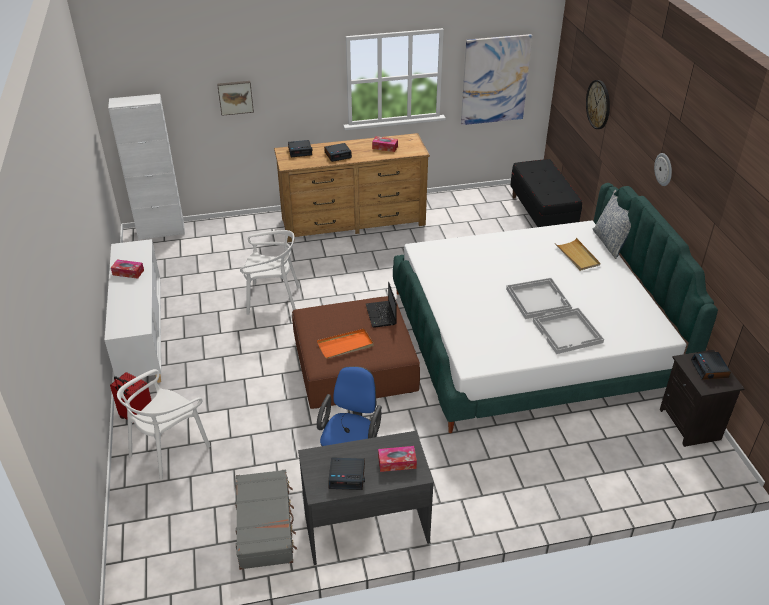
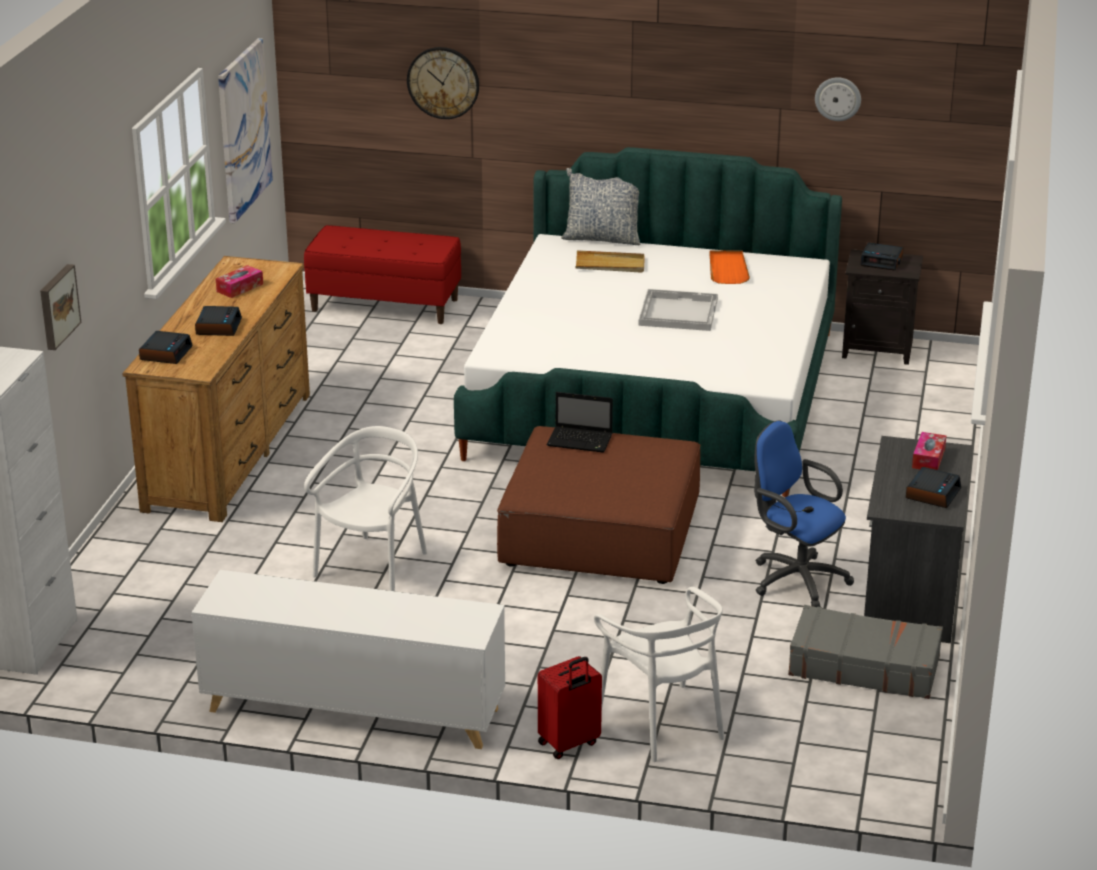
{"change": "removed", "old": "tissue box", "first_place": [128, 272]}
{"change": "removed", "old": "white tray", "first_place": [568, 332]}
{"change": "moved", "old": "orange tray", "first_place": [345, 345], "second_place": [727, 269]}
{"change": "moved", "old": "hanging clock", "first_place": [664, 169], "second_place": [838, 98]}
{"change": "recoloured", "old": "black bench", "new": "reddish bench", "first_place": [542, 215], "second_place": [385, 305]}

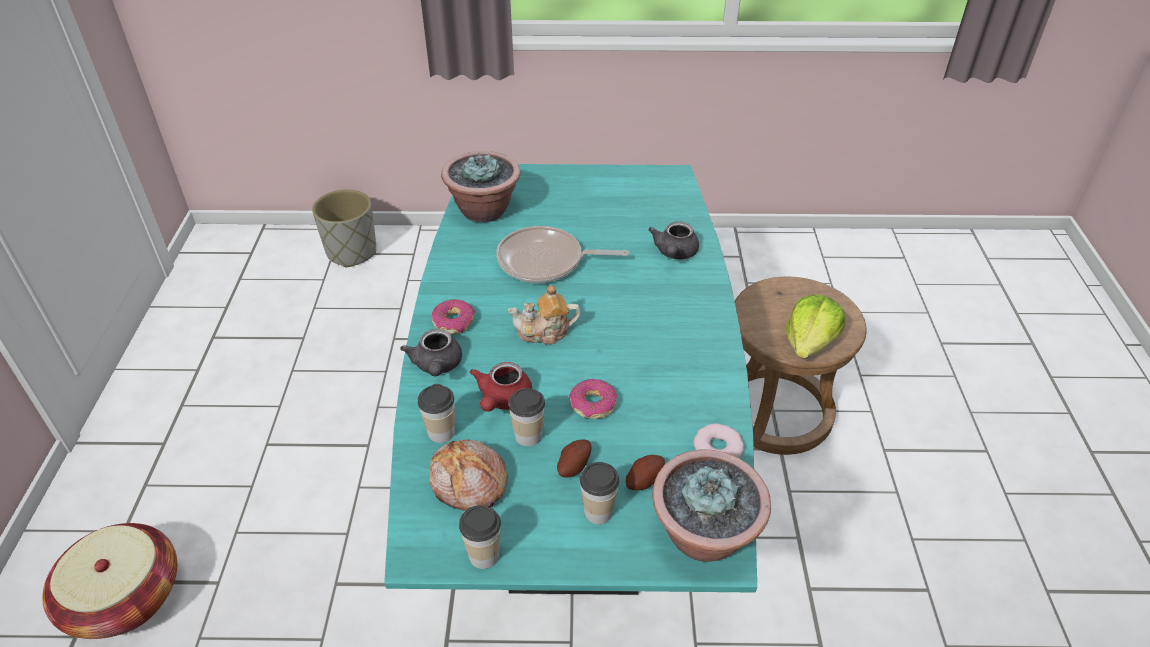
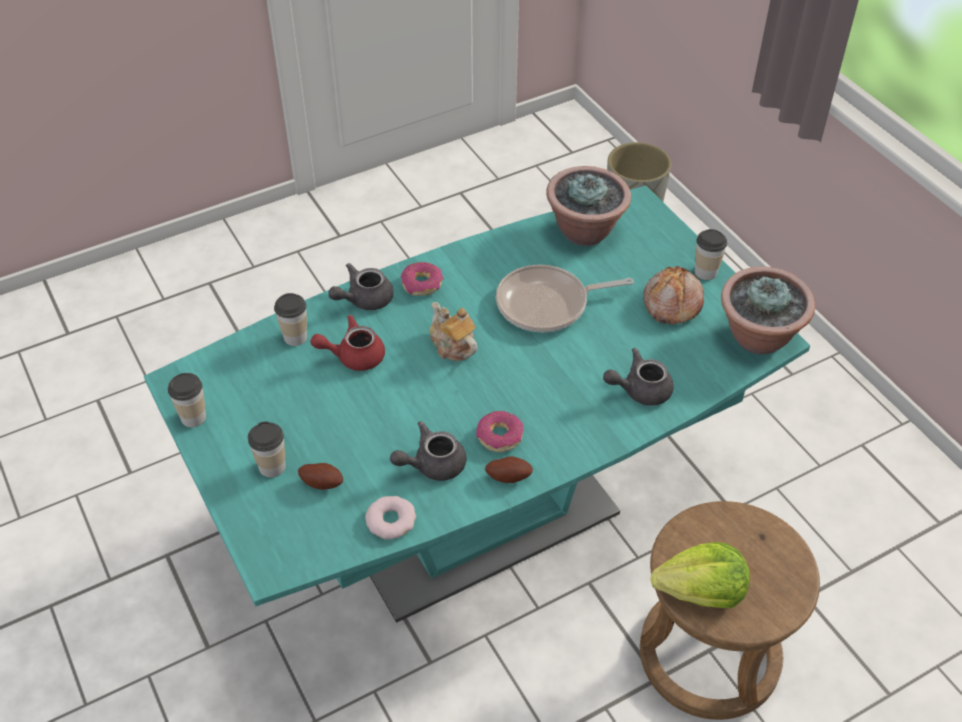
{"change": "removed", "old": "household basket", "first_place": [125, 598]}
{"change": "added", "new": "gray pot for tea", "second_place": [432, 465]}
{"change": "moved", "old": "bakery bread", "first_place": [467, 484], "second_place": [671, 304]}
{"change": "moved", "old": "cup", "first_place": [528, 436], "second_place": [705, 272]}
{"change": "moved", "old": "spud", "first_place": [573, 466], "second_place": [508, 476]}
{"change": "moved", "old": "ring doughnut", "first_place": [592, 404], "second_place": [499, 436]}
{"change": "moved", "old": "plant in a pot", "first_place": [704, 537], "second_place": [758, 338]}
{"change": "turned", "old": "skillet", "first_place": [545, 261], "second_place": [547, 304], "degrees": -75}

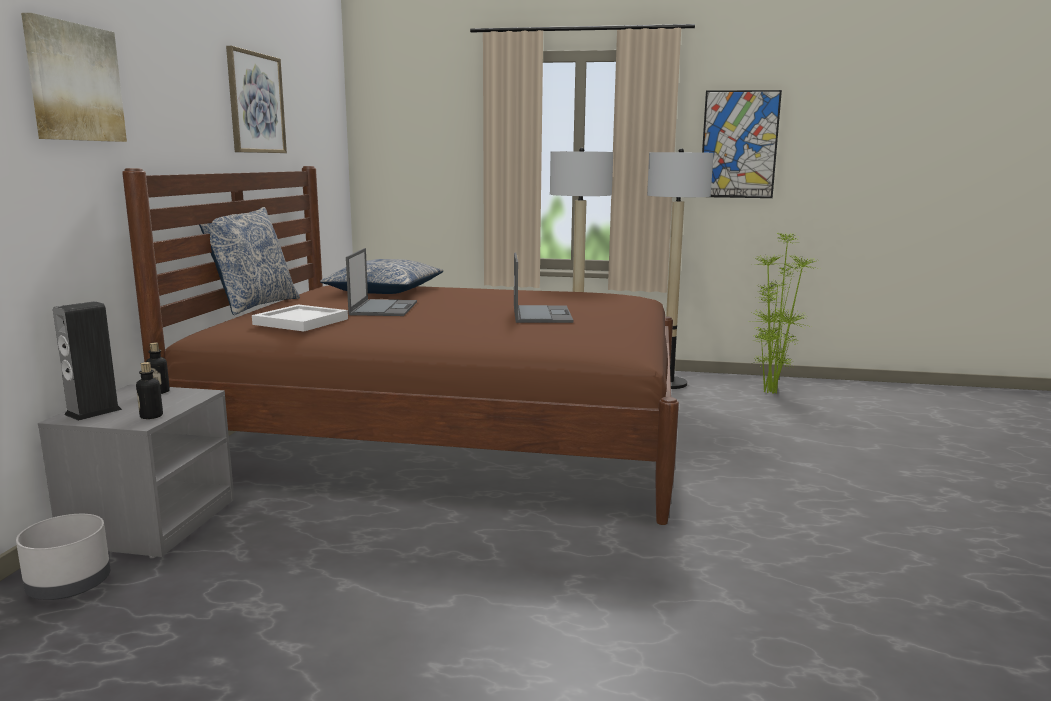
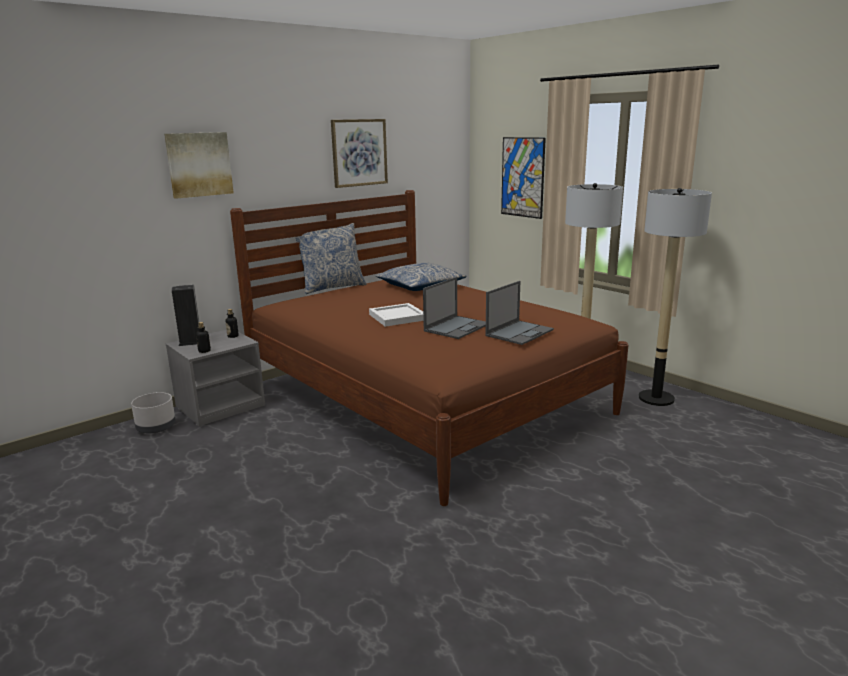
{"change": "removed", "old": "plant in a pot", "first_place": [771, 393]}
{"change": "moved", "old": "white tray", "first_place": [299, 322], "second_place": [396, 317]}
{"change": "moved", "old": "portable computer", "first_place": [383, 308], "second_place": [519, 332]}
{"change": "moved", "old": "wall art", "first_place": [739, 144], "second_place": [522, 177]}

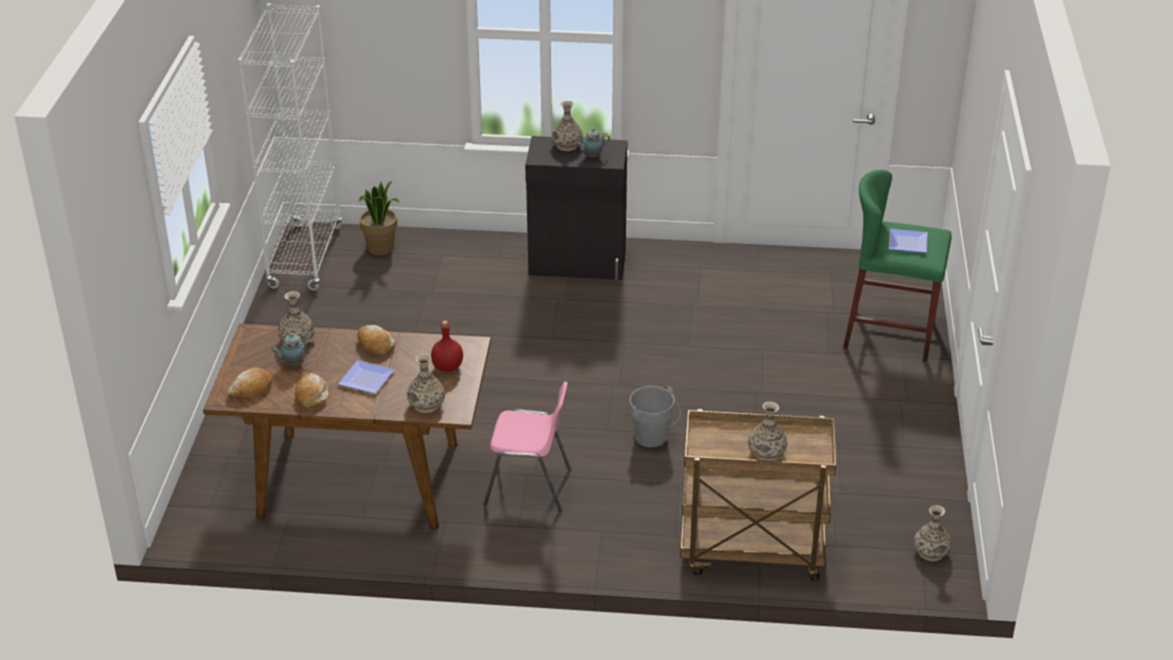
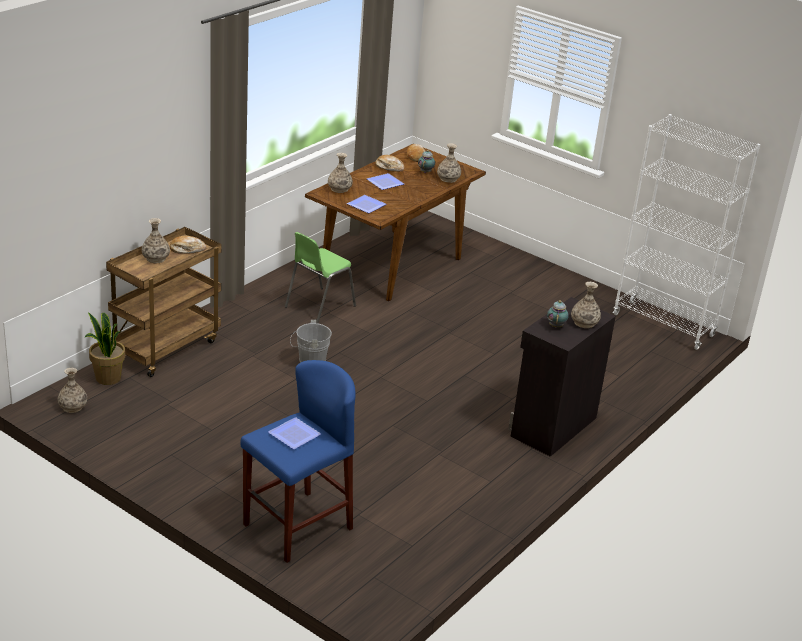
{"change": "moved", "old": "bakery bread", "first_place": [375, 344], "second_place": [187, 249]}
{"change": "moved", "old": "plant in a pot", "first_place": [381, 248], "second_place": [107, 378]}
{"change": "replaced", "old": "reddish beverage bottle", "new": "plate", "first_place": [447, 367], "second_place": [366, 205]}
{"change": "recoloured", "old": "pink upright chair", "new": "greenish upright chair", "first_place": [529, 487], "second_place": [319, 306]}
{"change": "recoloured", "old": "greenish sitting stool", "new": "blue-coloured sitting stool", "first_place": [889, 334], "second_place": [297, 526]}

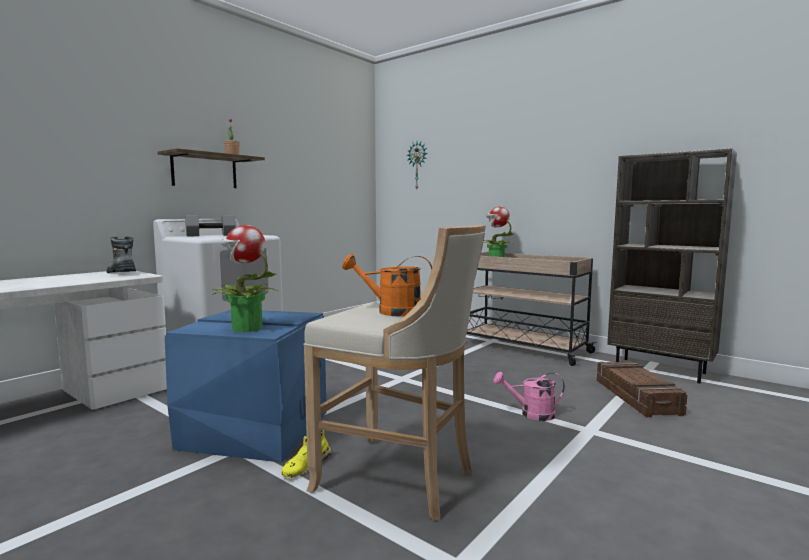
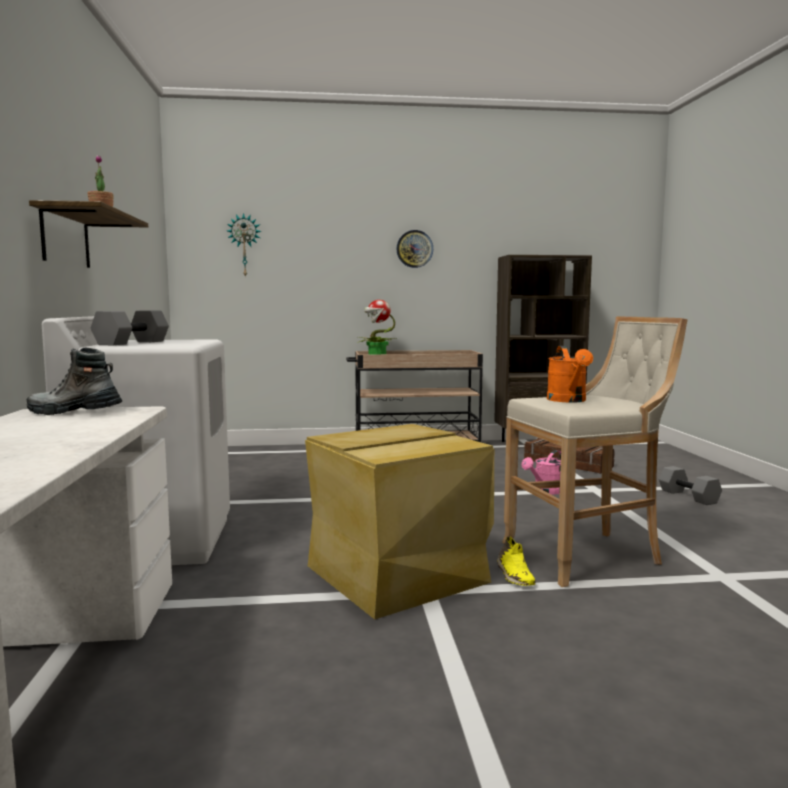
{"change": "removed", "old": "plant in a pot", "first_place": [246, 328]}
{"change": "added", "new": "hanging clock", "second_place": [414, 249]}
{"change": "added", "new": "gray hand weight", "second_place": [689, 496]}
{"change": "recoloured", "old": "blue-coloured storage container", "new": "beige-coloured storage container", "first_place": [256, 430], "second_place": [399, 574]}
{"change": "turned", "old": "orange watering pot", "first_place": [391, 311], "second_place": [569, 400], "degrees": -60}

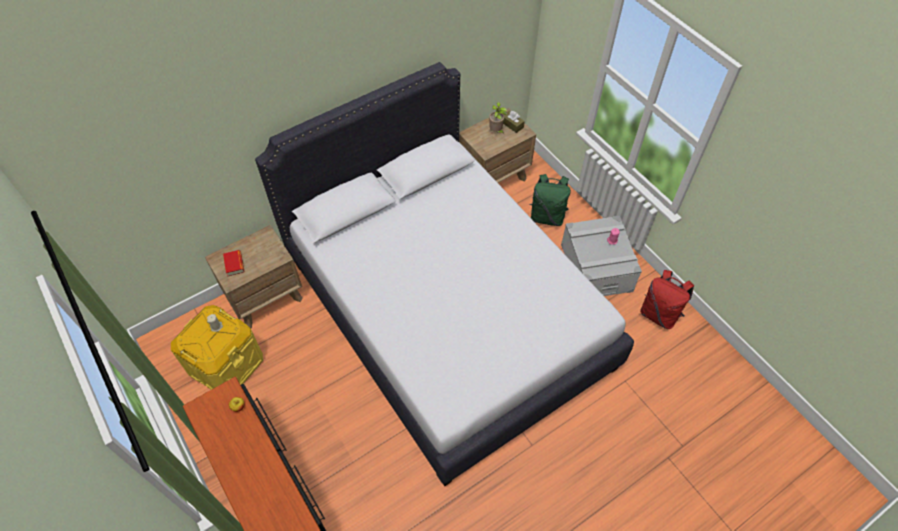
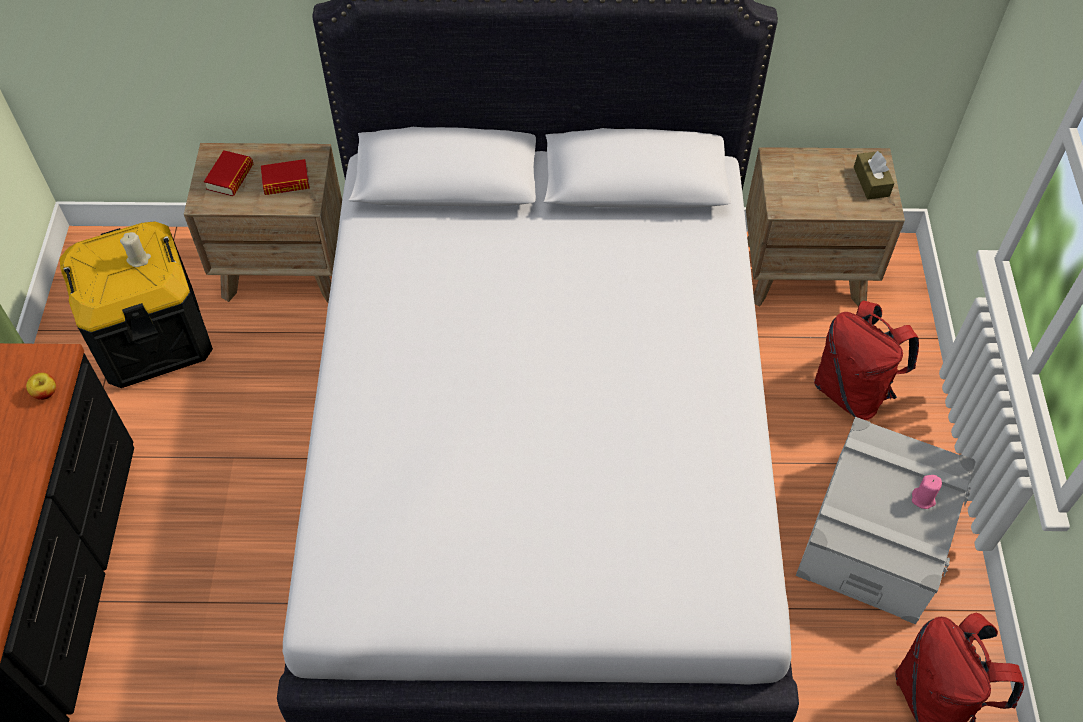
{"change": "removed", "old": "plant in a pot", "first_place": [496, 131]}
{"change": "added", "new": "book", "second_place": [286, 181]}
{"change": "recoloured", "old": "yellowish storage container", "new": "black storage container", "first_place": [226, 365], "second_place": [152, 336]}
{"change": "recoloured", "old": "greenish backpack", "new": "reddish backpack", "first_place": [547, 216], "second_place": [852, 391]}

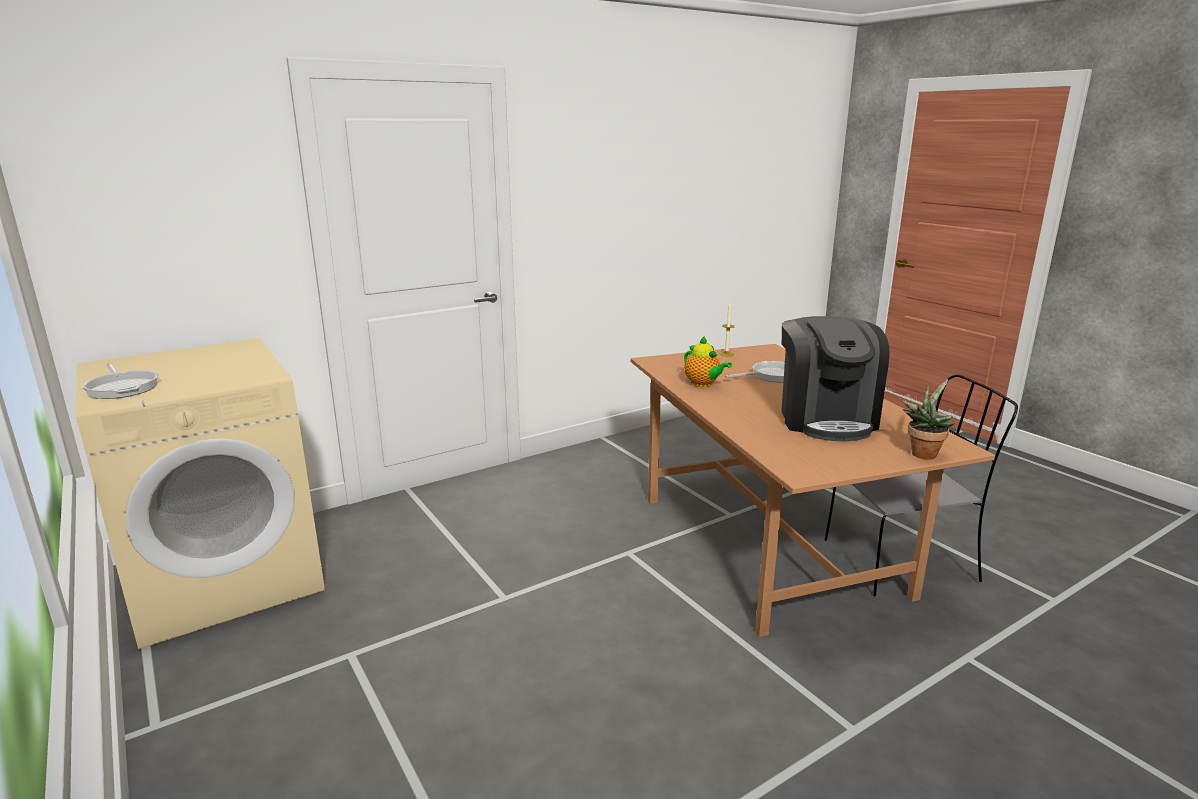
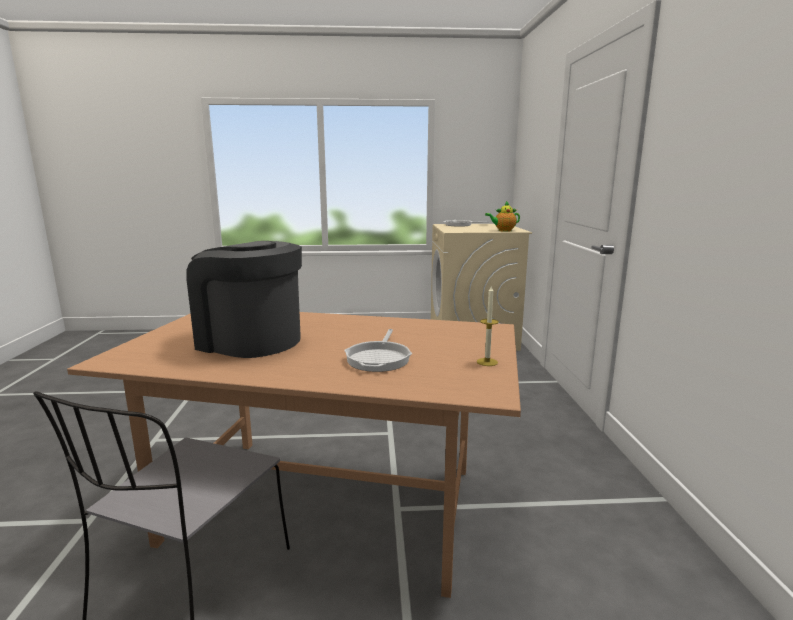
{"change": "removed", "old": "plant in a pot", "first_place": [923, 453]}
{"change": "moved", "old": "pot for tea", "first_place": [703, 384], "second_place": [503, 230]}

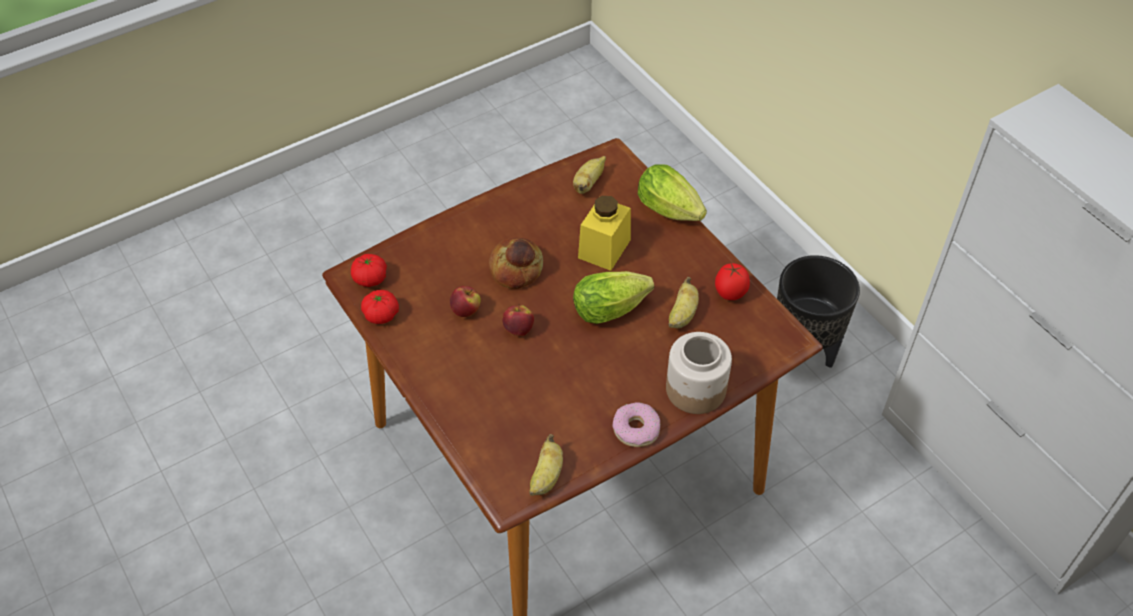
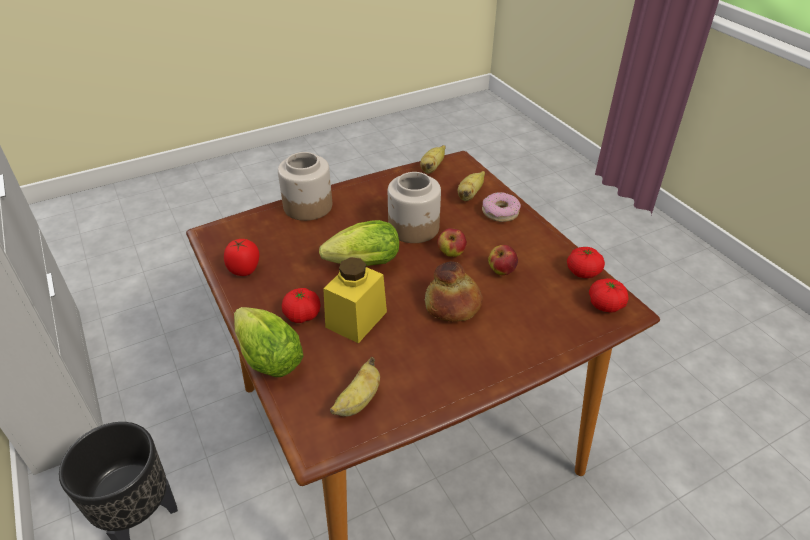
{"change": "added", "new": "whole tomato", "second_place": [302, 315]}
{"change": "added", "new": "jar", "second_place": [414, 228]}
{"change": "moved", "old": "ring doughnut", "first_place": [636, 429], "second_place": [500, 212]}
{"change": "moved", "old": "banana fruit", "first_place": [682, 315], "second_place": [470, 195]}

